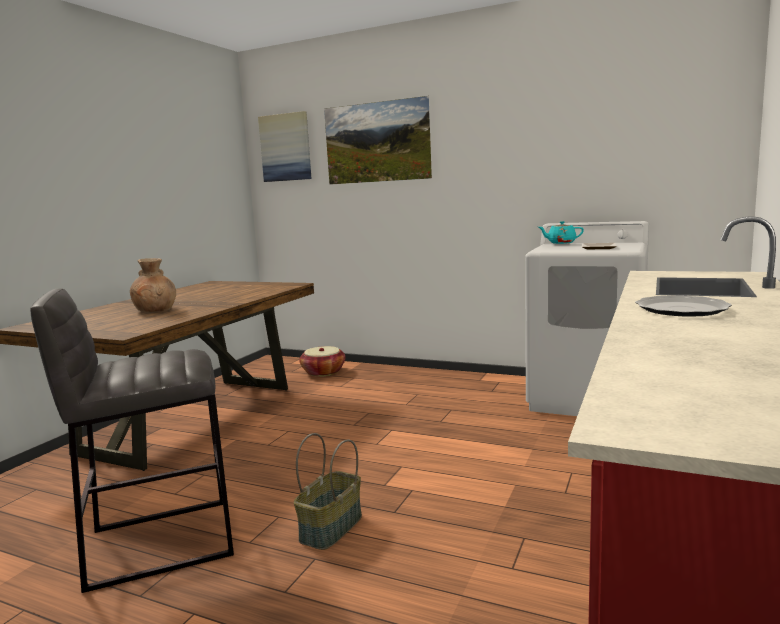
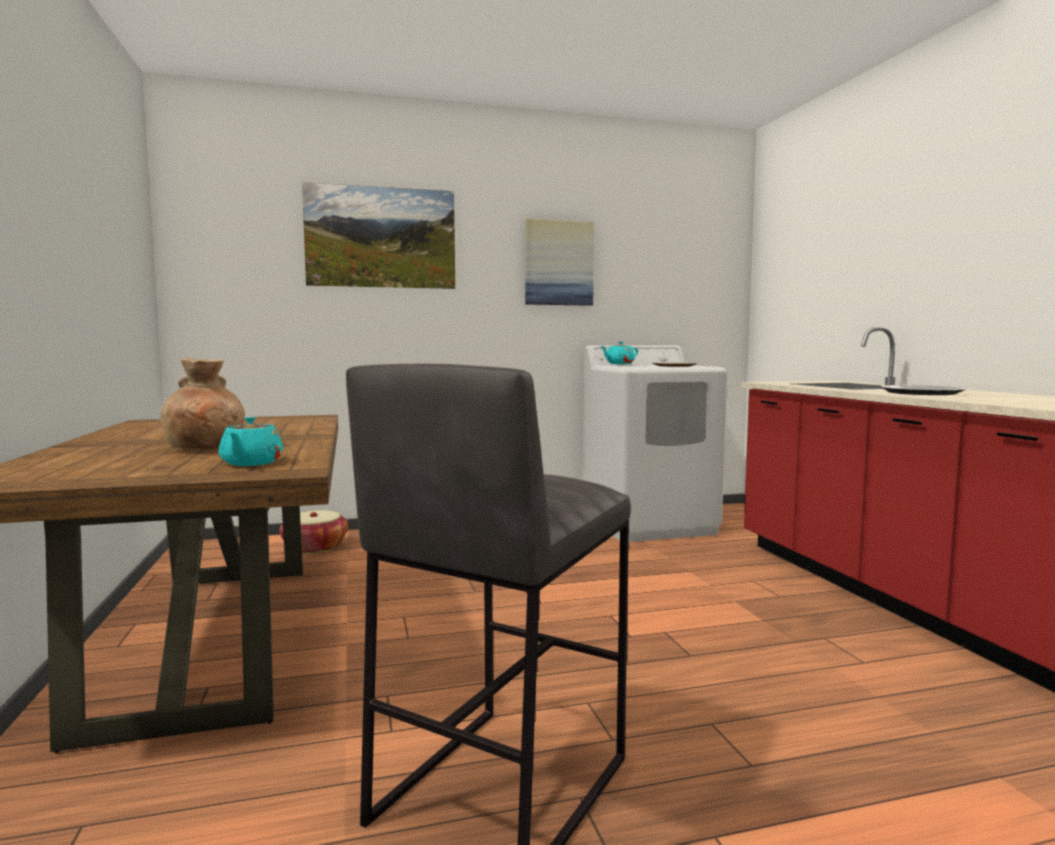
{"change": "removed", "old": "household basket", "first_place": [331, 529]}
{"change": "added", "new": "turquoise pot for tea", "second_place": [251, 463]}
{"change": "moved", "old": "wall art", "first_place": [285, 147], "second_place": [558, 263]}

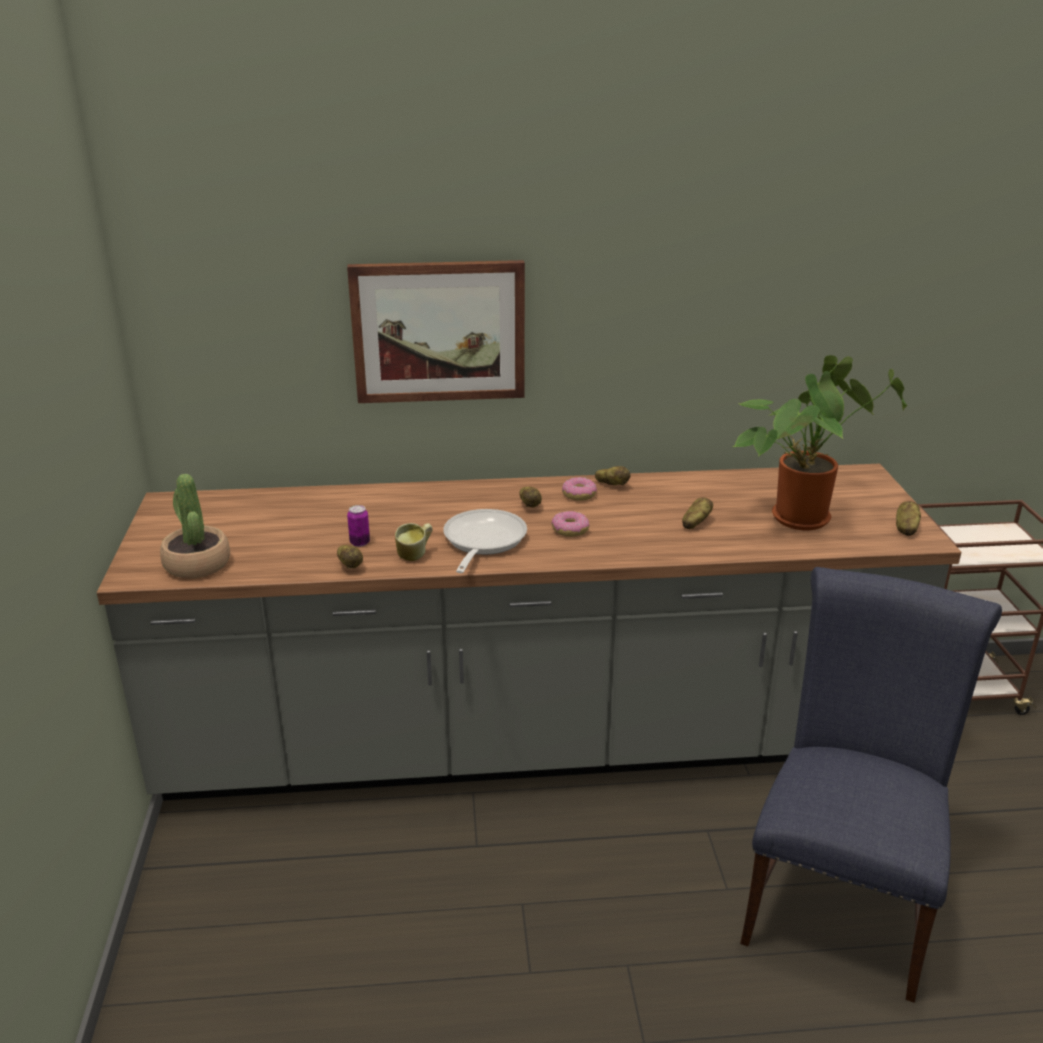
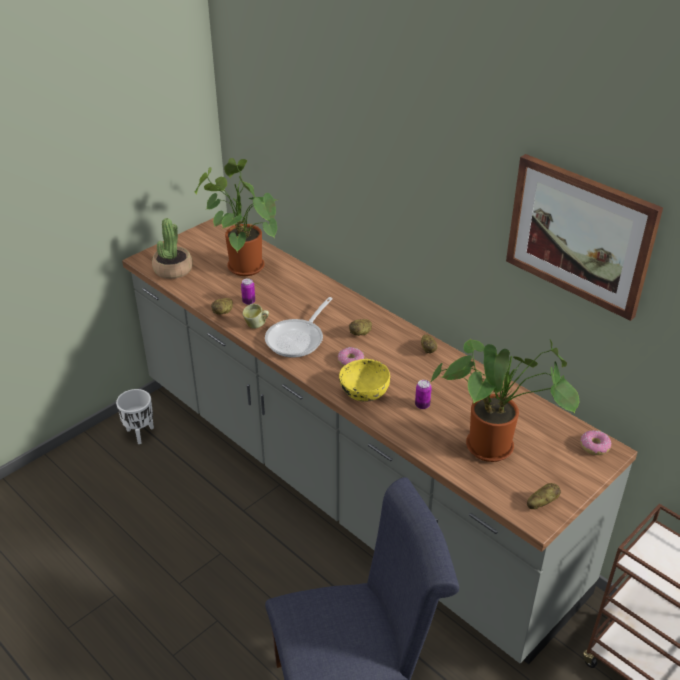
{"change": "added", "new": "white plant pot", "second_place": [140, 433]}
{"change": "added", "new": "plant in a pot", "second_place": [242, 266]}
{"change": "added", "new": "yellowish deep dish", "second_place": [363, 391]}
{"change": "moved", "old": "wall art", "first_place": [439, 331], "second_place": [580, 235]}
{"change": "moved", "old": "ring doughnut", "first_place": [579, 495], "second_place": [594, 447]}
{"change": "replaced", "old": "spud", "new": "metal can", "first_place": [695, 523], "second_place": [422, 405]}
{"change": "turned", "old": "skillet", "first_place": [482, 542], "second_place": [298, 339], "degrees": 150}

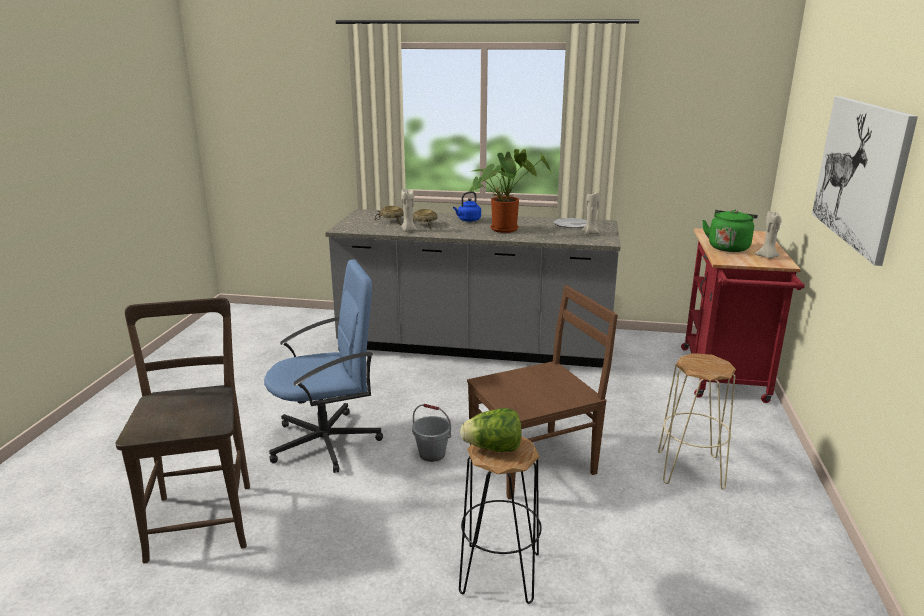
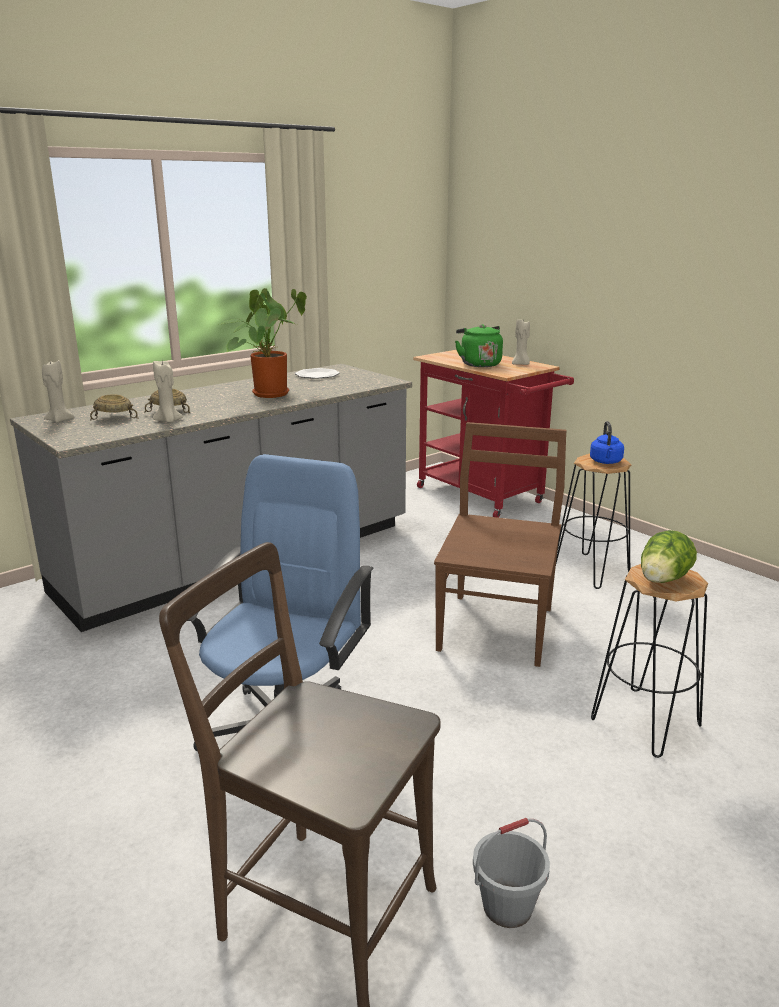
{"change": "removed", "old": "wall art", "first_place": [859, 173]}
{"change": "moved", "old": "gray pail", "first_place": [432, 454], "second_place": [507, 906]}
{"change": "moved", "old": "blue-coloured tea kettle", "first_place": [468, 220], "second_place": [606, 462]}
{"change": "moved", "old": "beige-coloured wax candle", "first_place": [590, 233], "second_place": [59, 420]}
{"change": "recoloured", "old": "beige-coloured sitting stool", "new": "black sitting stool", "first_place": [691, 470], "second_place": [591, 571]}

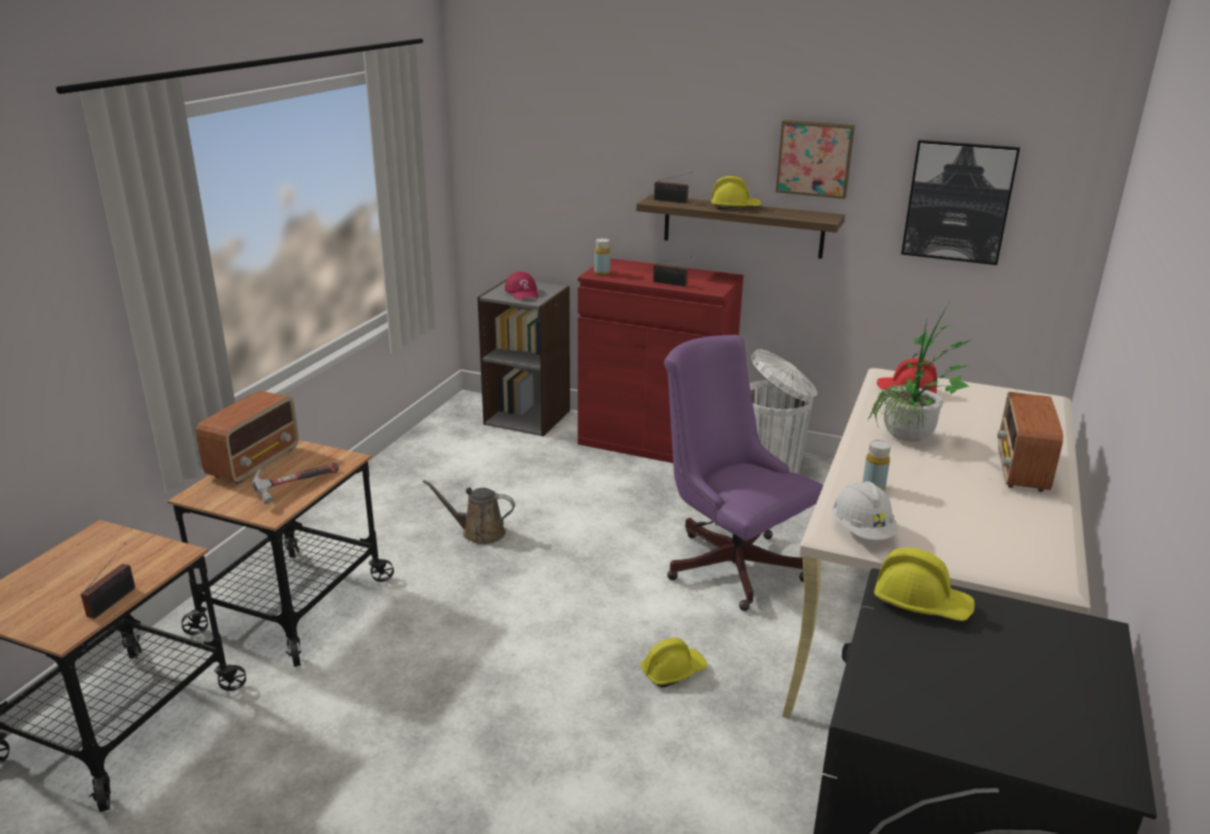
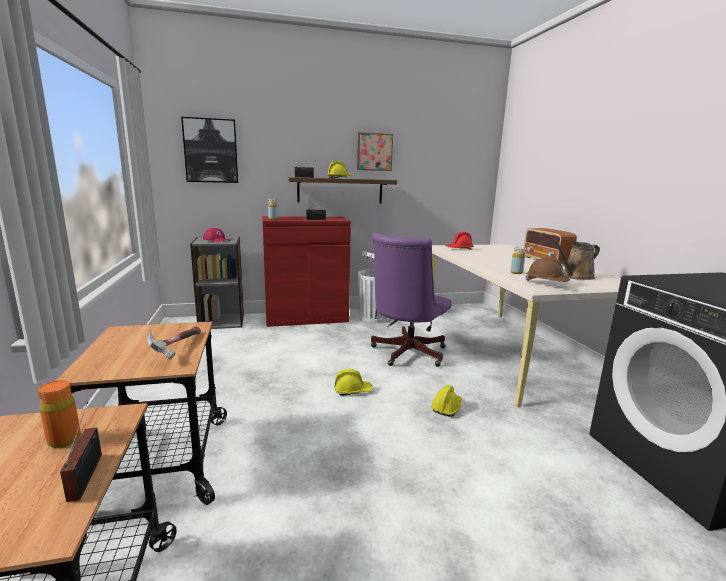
{"change": "removed", "old": "radio set", "first_place": [255, 462]}
{"change": "removed", "old": "plant in a pot", "first_place": [909, 442]}
{"change": "added", "new": "orange beverage bottle", "second_place": [64, 440]}
{"change": "moved", "old": "brown watering pot", "first_place": [479, 532], "second_place": [575, 276]}
{"change": "moved", "old": "yellowish hard hat", "first_place": [921, 604], "second_place": [352, 390]}
{"change": "moved", "old": "wall art", "first_place": [958, 202], "second_place": [211, 151]}
{"change": "recoloured", "old": "white hard hat", "new": "brown hard hat", "first_place": [862, 531], "second_place": [546, 284]}
{"change": "turned", "old": "purple desk chair", "first_place": [729, 562], "second_place": [406, 354], "degrees": -75}

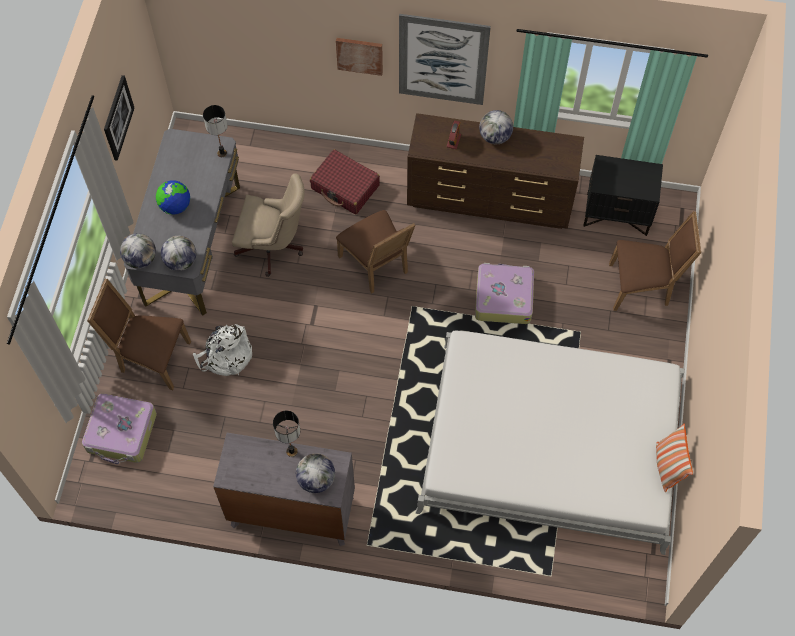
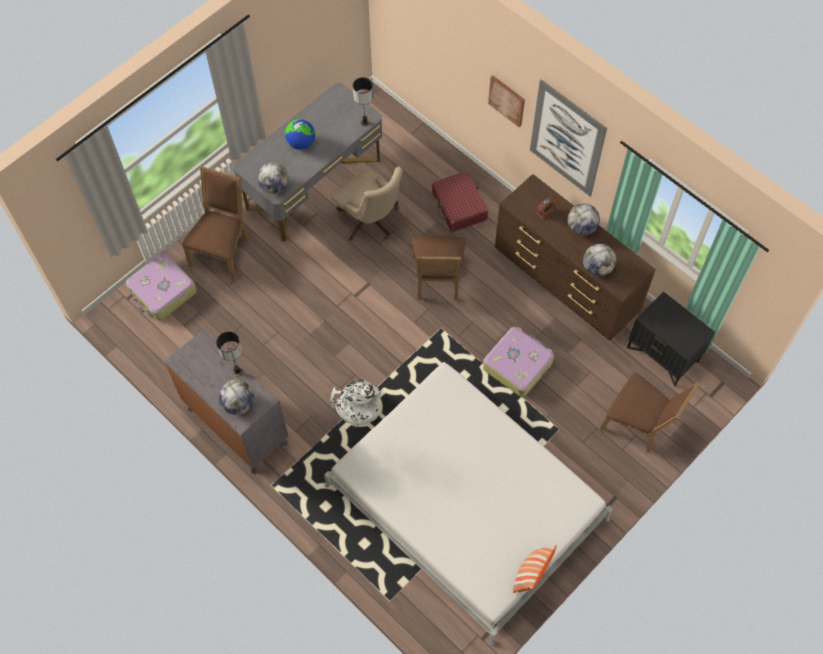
{"change": "removed", "old": "wall art", "first_place": [117, 118]}
{"change": "moved", "old": "desk globe", "first_place": [141, 259], "second_place": [597, 268]}
{"change": "moved", "old": "white backpack", "first_place": [226, 356], "second_place": [357, 406]}
{"change": "turned", "old": "brown upright chair", "first_place": [151, 358], "second_place": [222, 250], "degrees": 60}

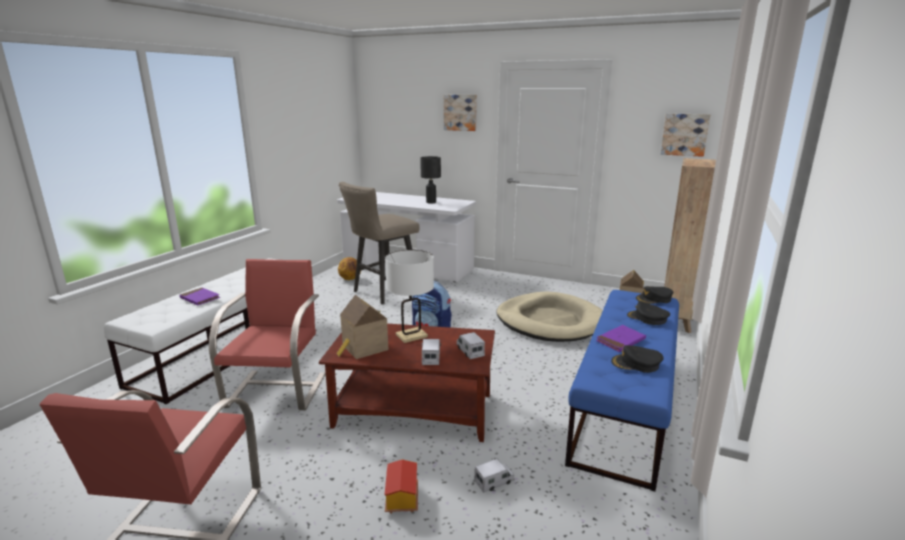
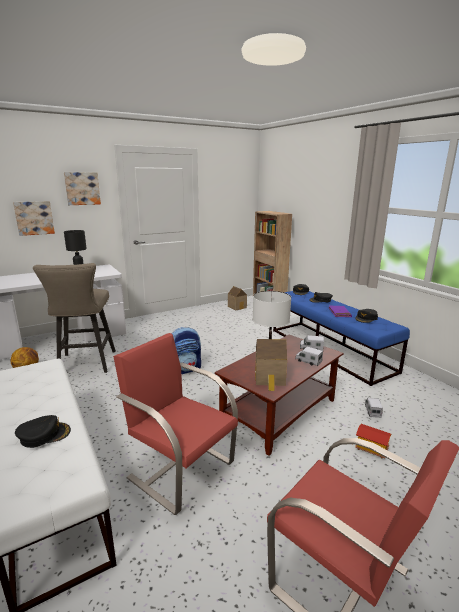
{"change": "removed", "old": "beige-coloured pet bed", "first_place": [549, 321]}
{"change": "moved", "old": "wall art", "first_place": [684, 134], "second_place": [34, 218]}
{"change": "replaced", "old": "purple book", "new": "black baseball cap", "first_place": [200, 298], "second_place": [44, 435]}

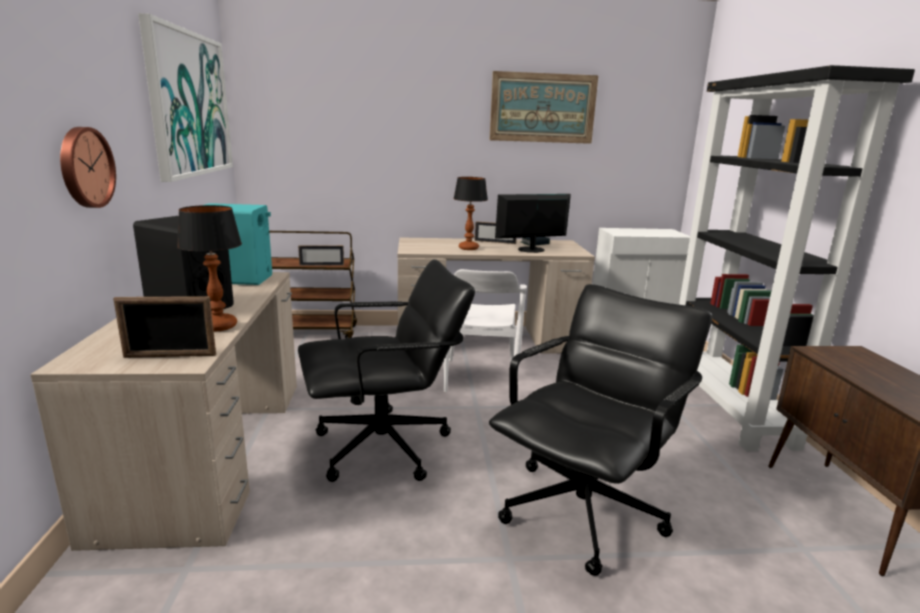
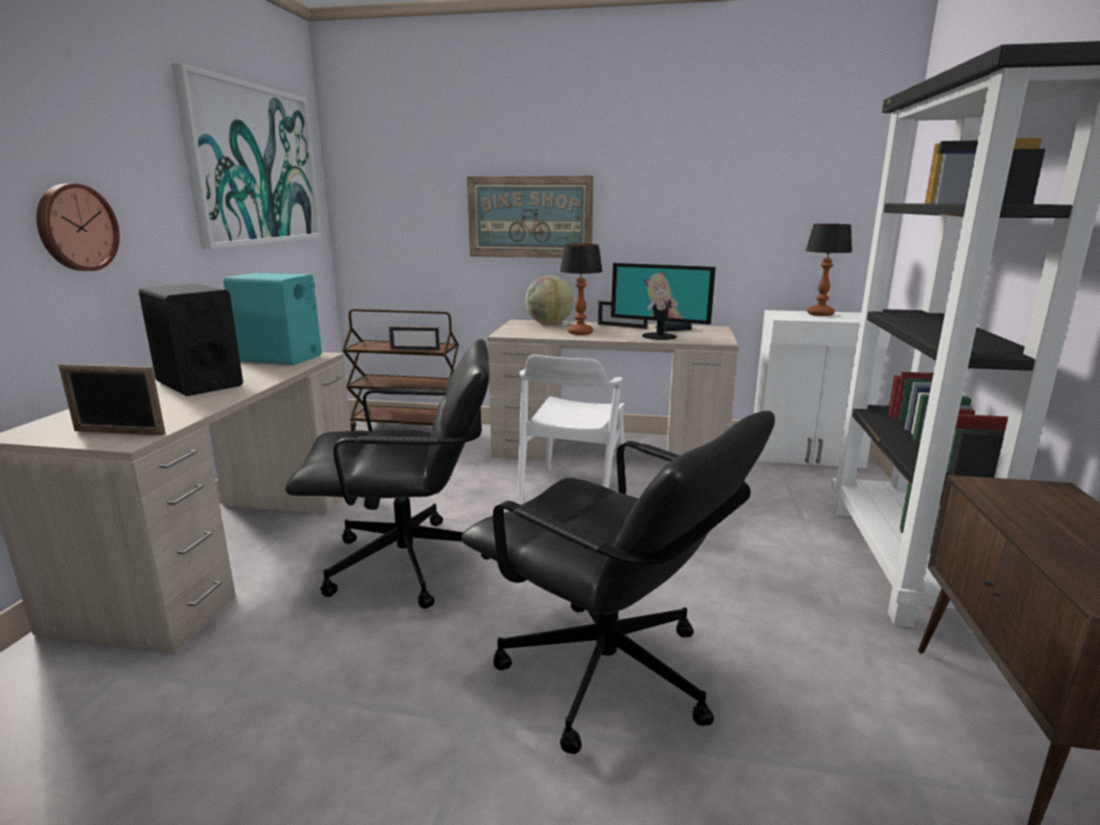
{"change": "added", "new": "desk globe", "second_place": [549, 324]}
{"change": "moved", "old": "tabletop lamp", "first_place": [219, 326], "second_place": [821, 314]}
{"change": "moved", "old": "wall art", "first_place": [542, 108], "second_place": [530, 217]}
{"change": "turned", "old": "black desk chair", "first_place": [584, 512], "second_place": [608, 675], "degrees": 75}
{"change": "turned", "old": "computer display", "first_place": [531, 250], "second_place": [659, 336], "degrees": -150}

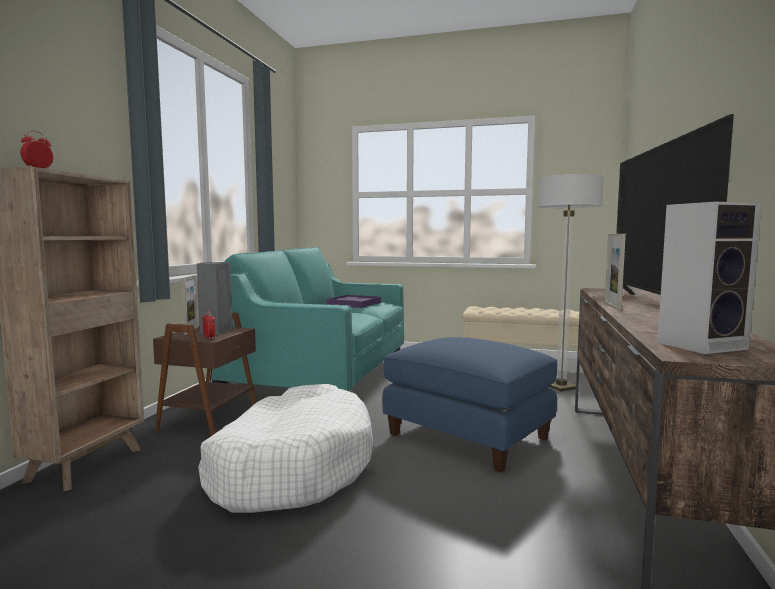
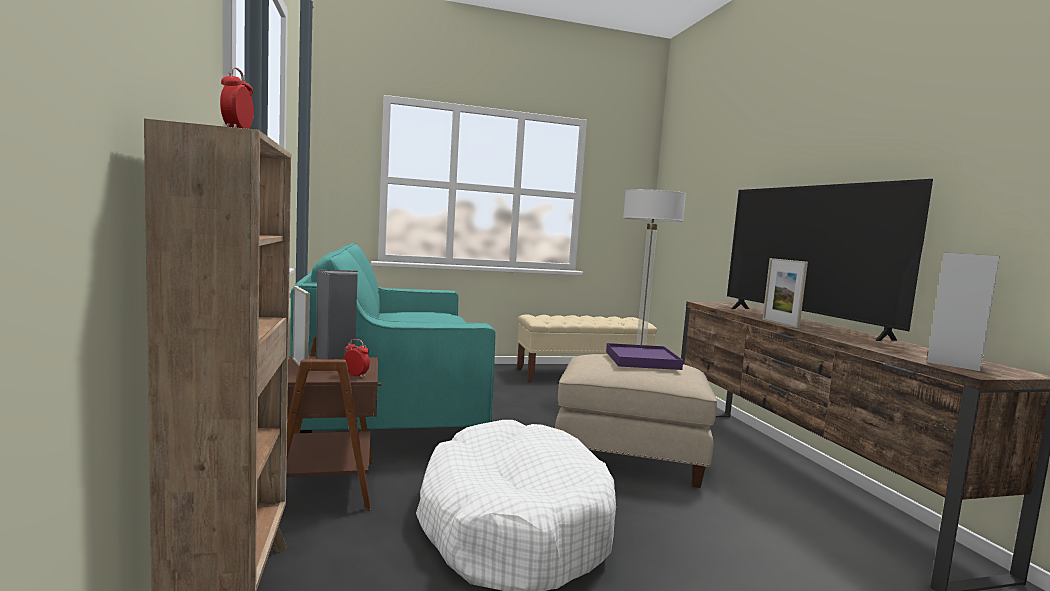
{"change": "moved", "old": "purple tray", "first_place": [354, 304], "second_place": [641, 360]}
{"change": "recoloured", "old": "blue-coloured pouffe", "new": "beige-coloured pouffe", "first_place": [469, 436], "second_place": [629, 456]}

